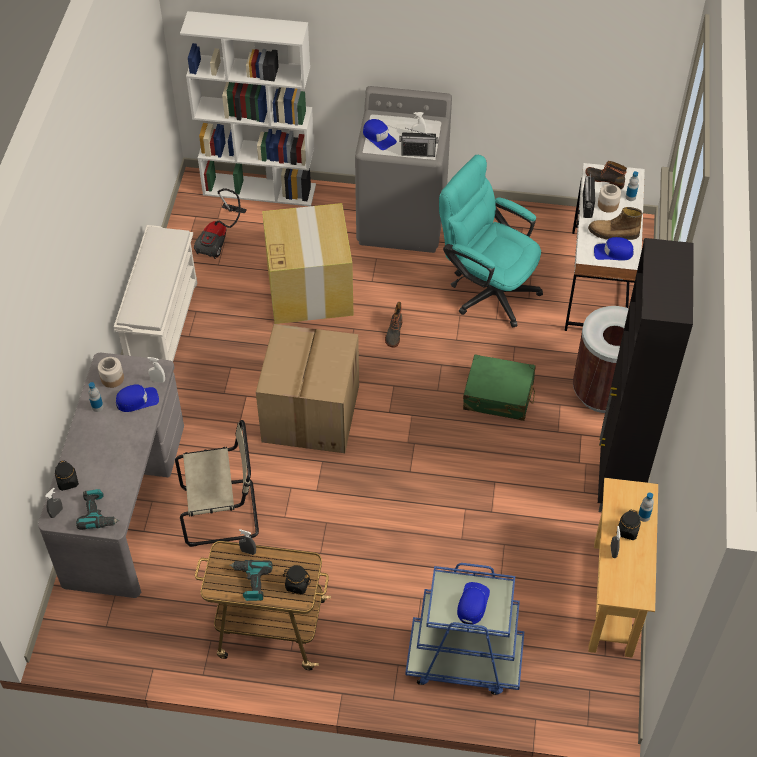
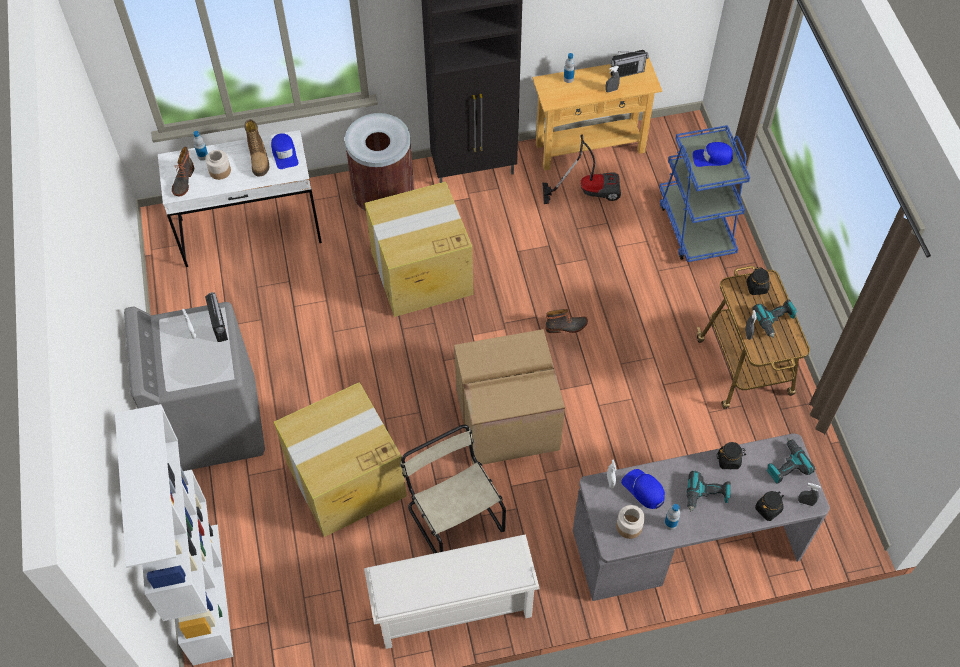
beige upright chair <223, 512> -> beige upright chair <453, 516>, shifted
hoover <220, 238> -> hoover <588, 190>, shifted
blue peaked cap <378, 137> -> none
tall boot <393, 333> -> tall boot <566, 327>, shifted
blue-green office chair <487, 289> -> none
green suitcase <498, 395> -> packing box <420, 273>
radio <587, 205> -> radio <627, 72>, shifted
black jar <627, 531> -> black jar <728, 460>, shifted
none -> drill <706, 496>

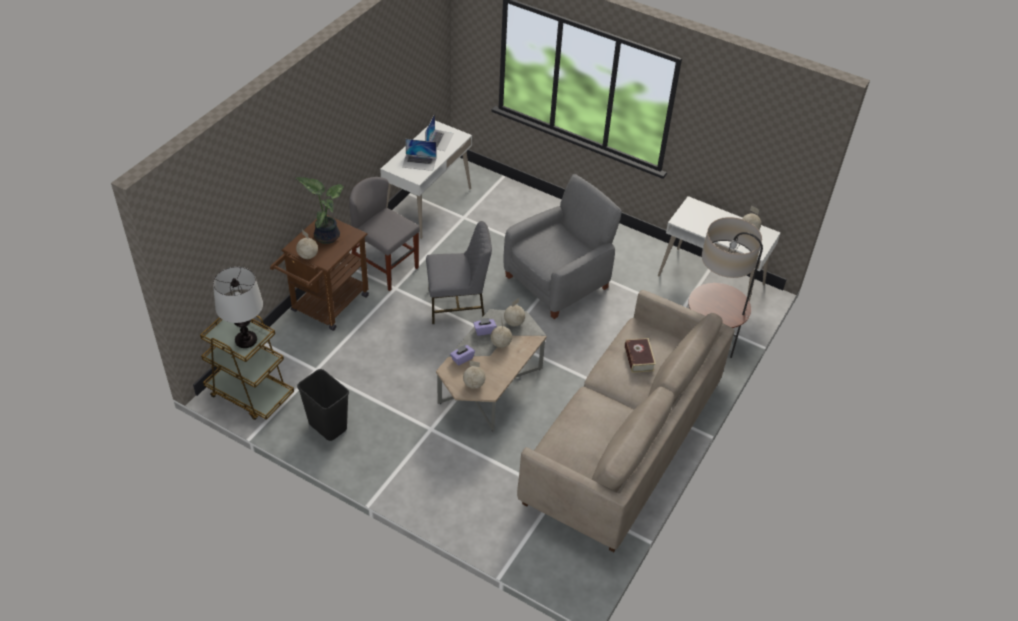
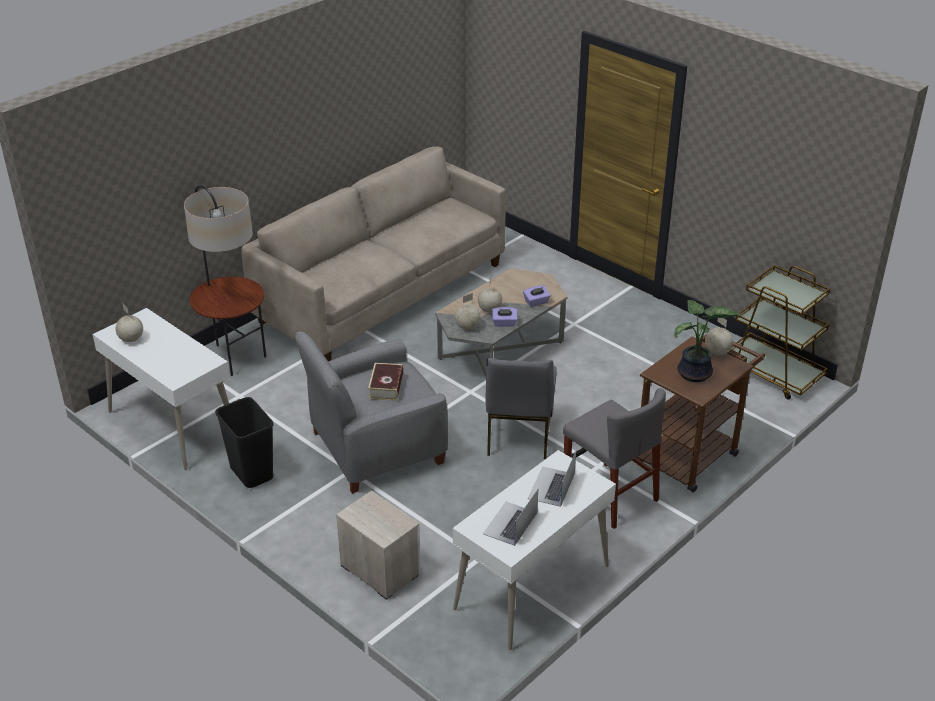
tabletop lamp <246, 339> -> none
black waste bin <327, 426> -> black waste bin <252, 473>, shifted
laptop <419, 162> -> laptop <551, 486>, 90 degrees counterclockwise
grey upright chair <457, 305> -> grey upright chair <518, 435>, 90 degrees counterclockwise
globe <473, 384> -> none
volume <639, 358> -> volume <386, 386>, shifted
none -> night table <379, 569>

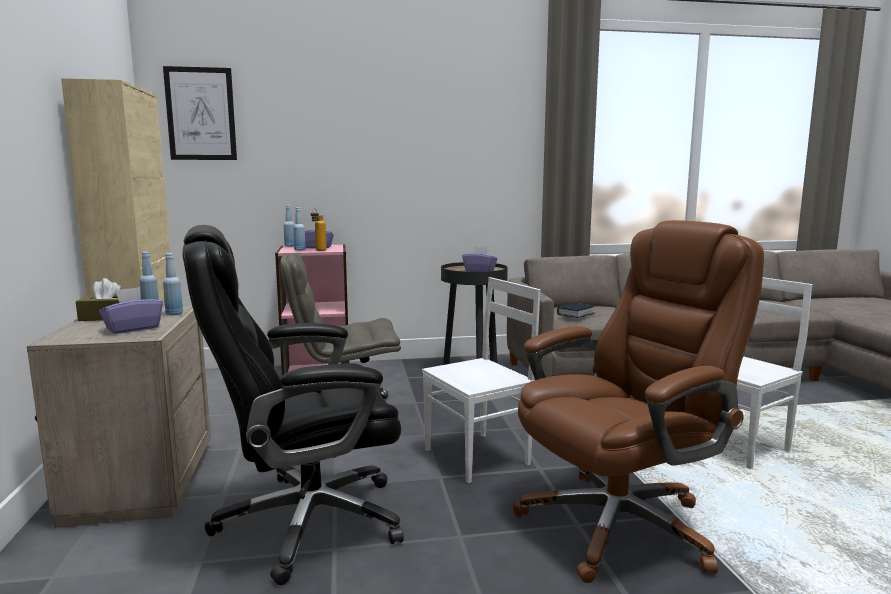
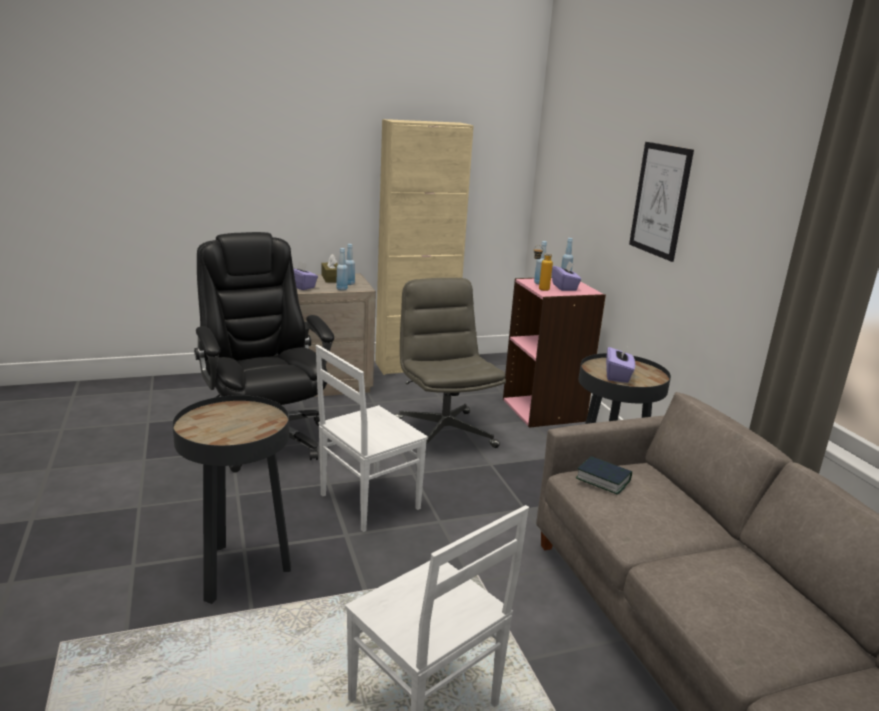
wall picture <201, 114> -> wall picture <660, 200>, shifted
white-coloured upright chair <479, 457> -> white-coloured upright chair <367, 501>, 90 degrees clockwise
brown office chair <621, 524> -> black side table <239, 573>

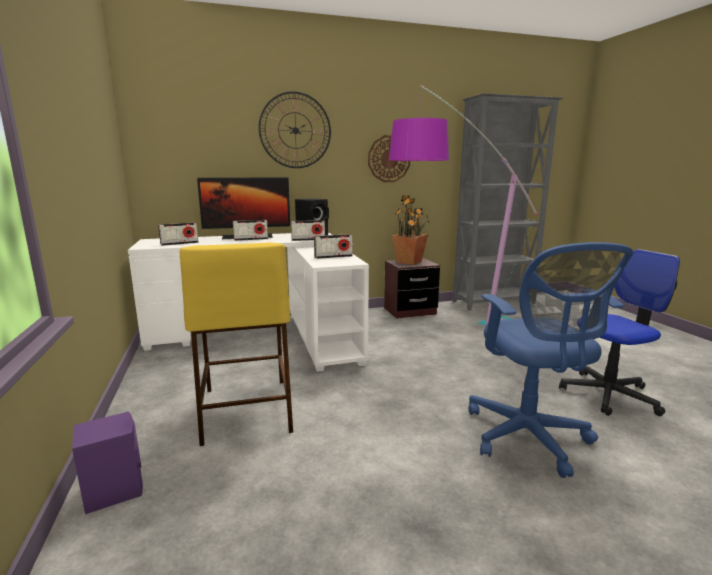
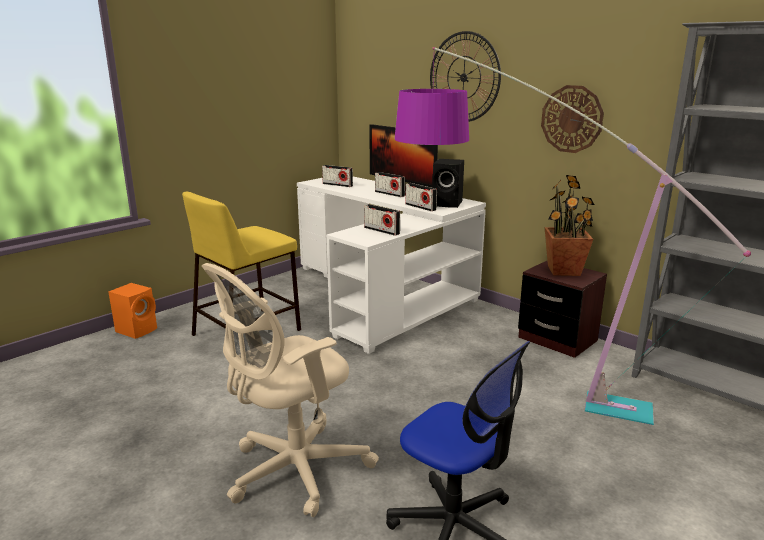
purple-coloured loudspeaker <114, 489> -> orangey loudspeaker <138, 330>
blue office chair <529, 438> -> beige office chair <292, 472>

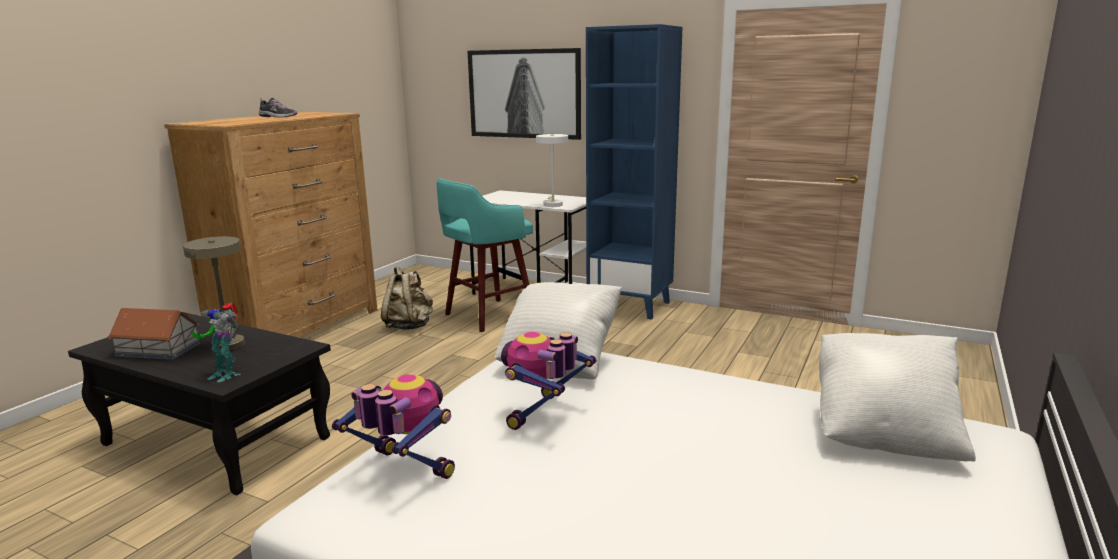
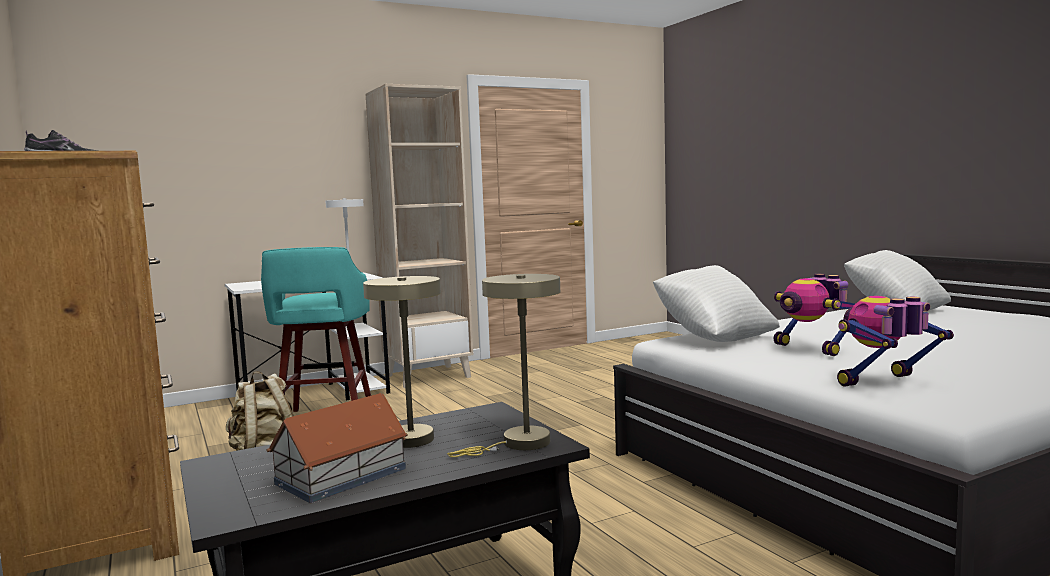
toy robot <225, 374> -> beige tabletop lamp <519, 444>
wall picture <524, 94> -> none
blue shelving unit <631, 306> -> beige shelving unit <428, 376>

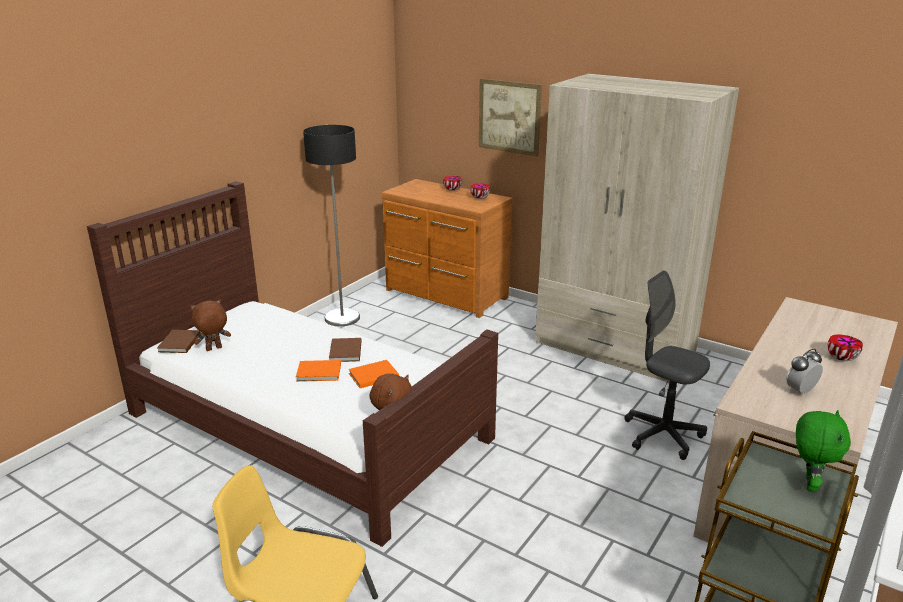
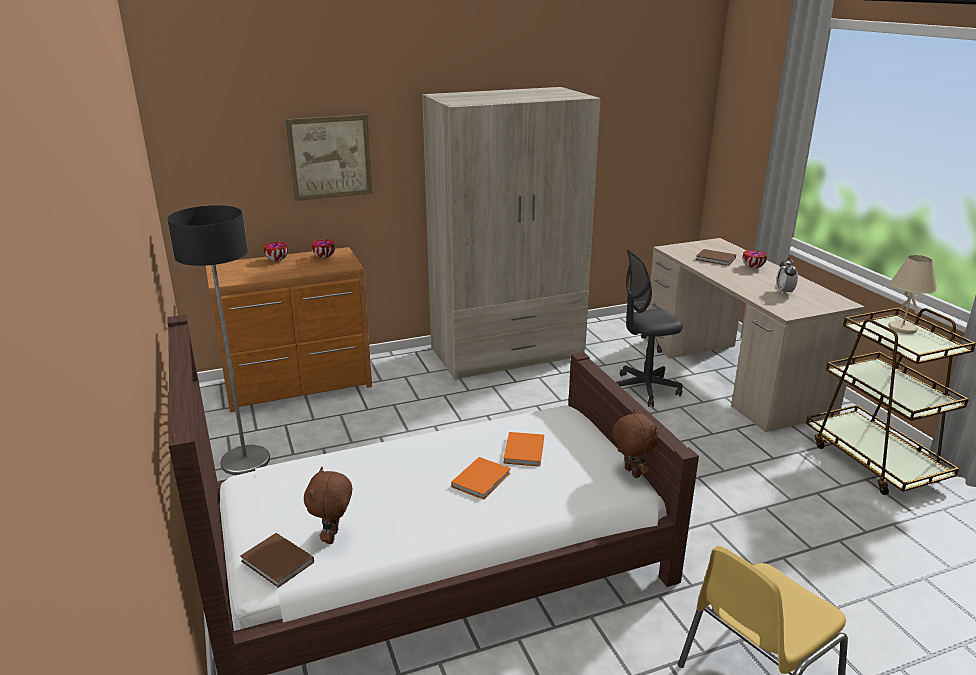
brown volume <345, 352> -> brown volume <716, 259>, shifted
green plush toy <808, 483> -> beige tabletop lamp <901, 329>

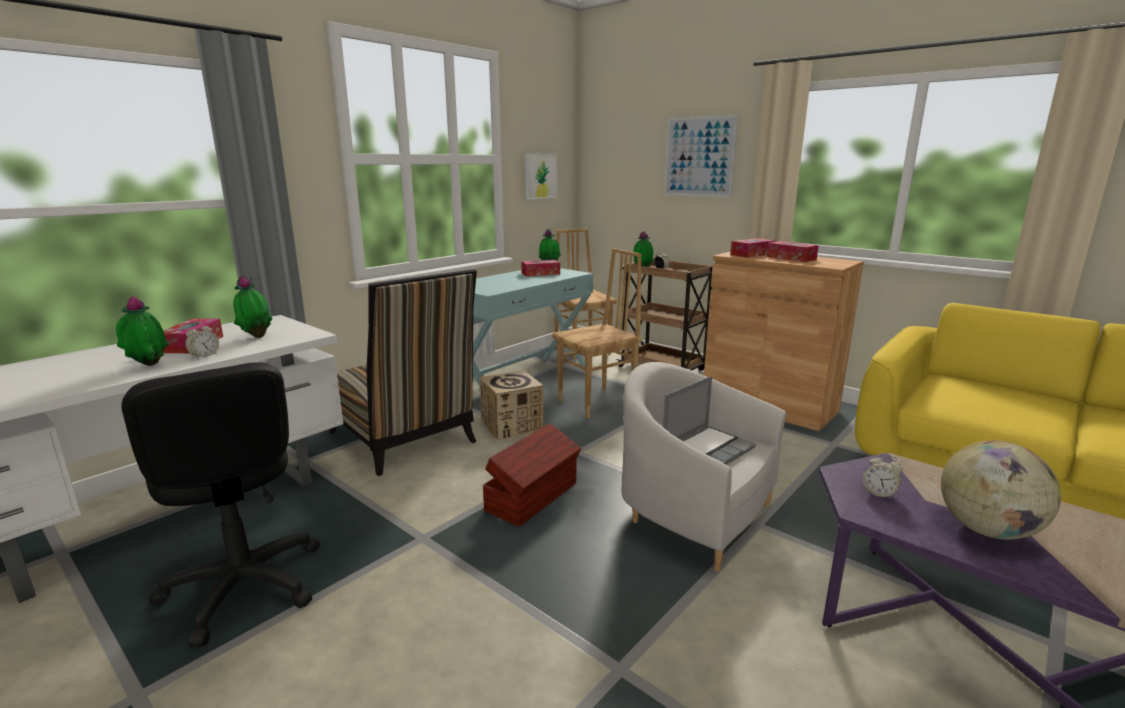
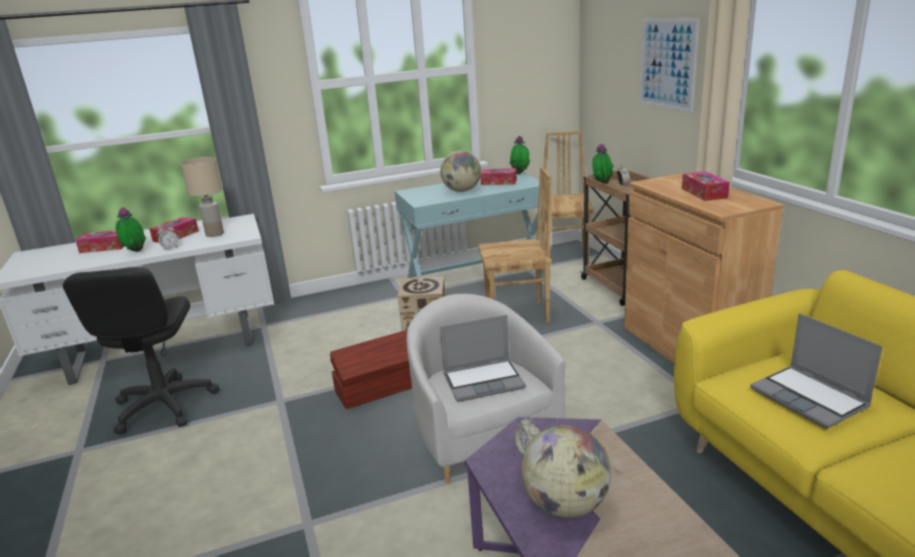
plant in a pot <256, 337> -> beige tabletop lamp <215, 234>
upright chair <406, 440> -> none
wall picture <540, 176> -> none
tissue box <751, 254> -> tissue box <104, 247>, shifted
none -> globe <461, 191>
none -> laptop <810, 398>

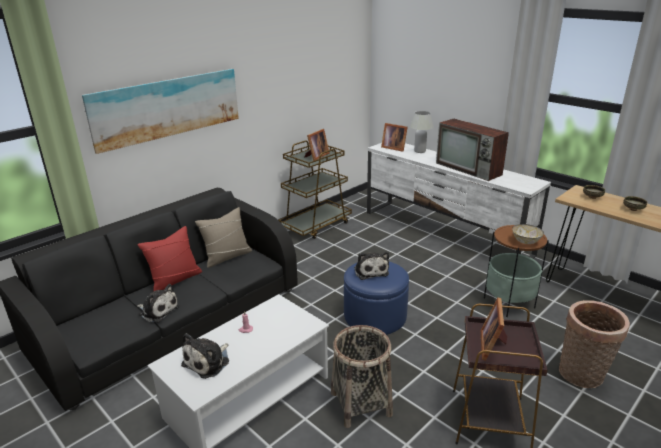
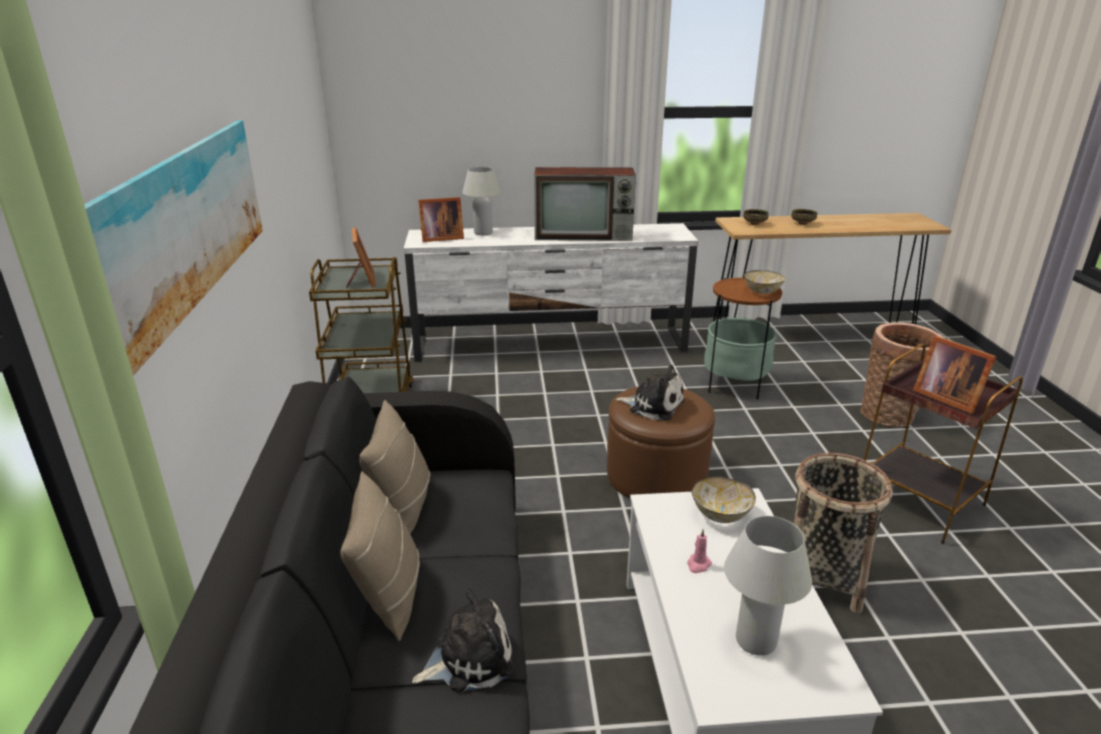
reddish pillow <175, 280> -> beige pillow <389, 595>
plush toy <208, 362> -> white-coloured tabletop lamp <755, 641>
blue footrest <375, 316> -> brown footrest <656, 475>
none -> deep dish <721, 515>

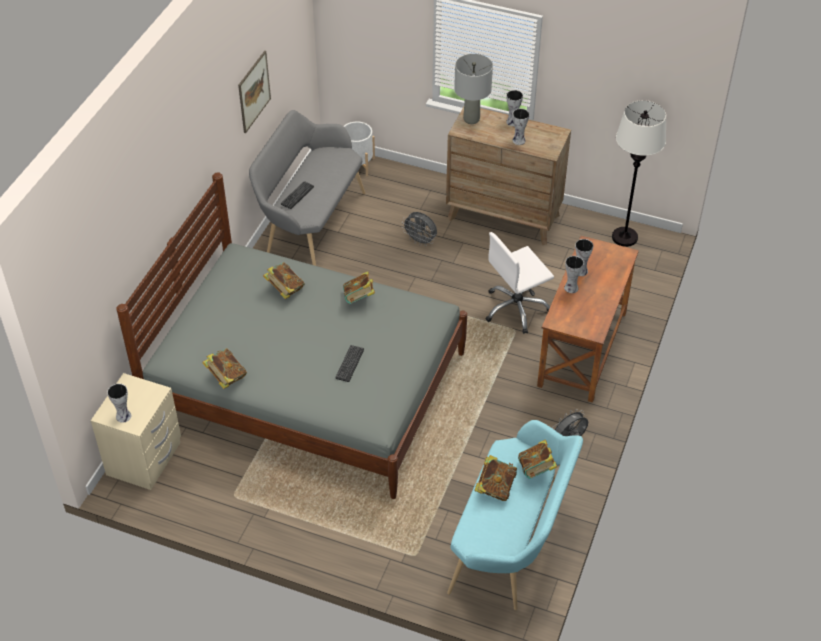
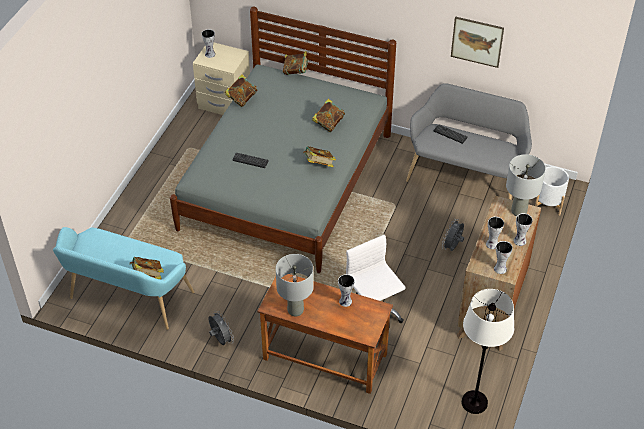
volume <495, 487> -> volume <296, 71>, shifted
decorative vase <570, 288> -> decorative vase <499, 268>, shifted
none -> grey tabletop lamp <295, 310>

